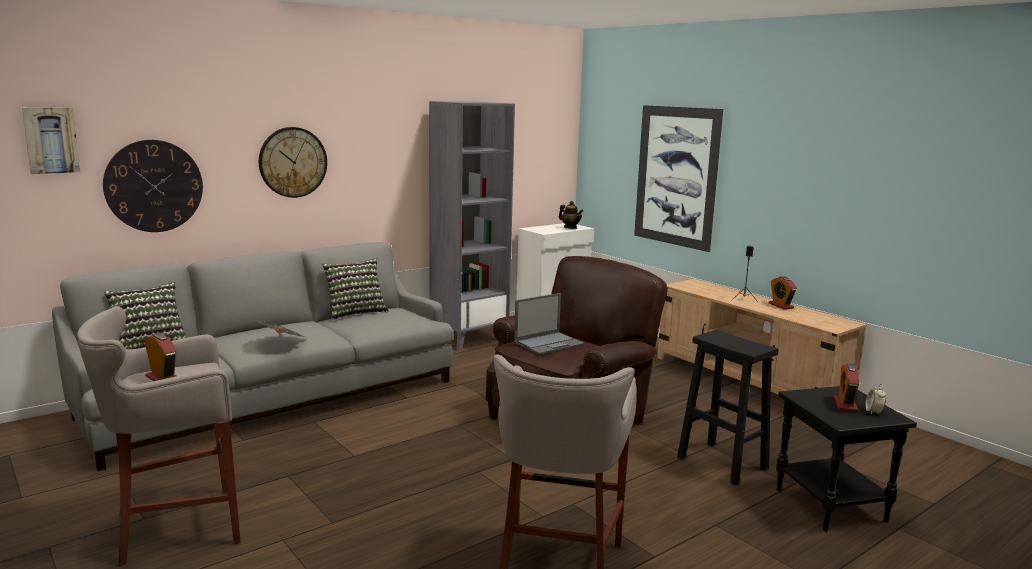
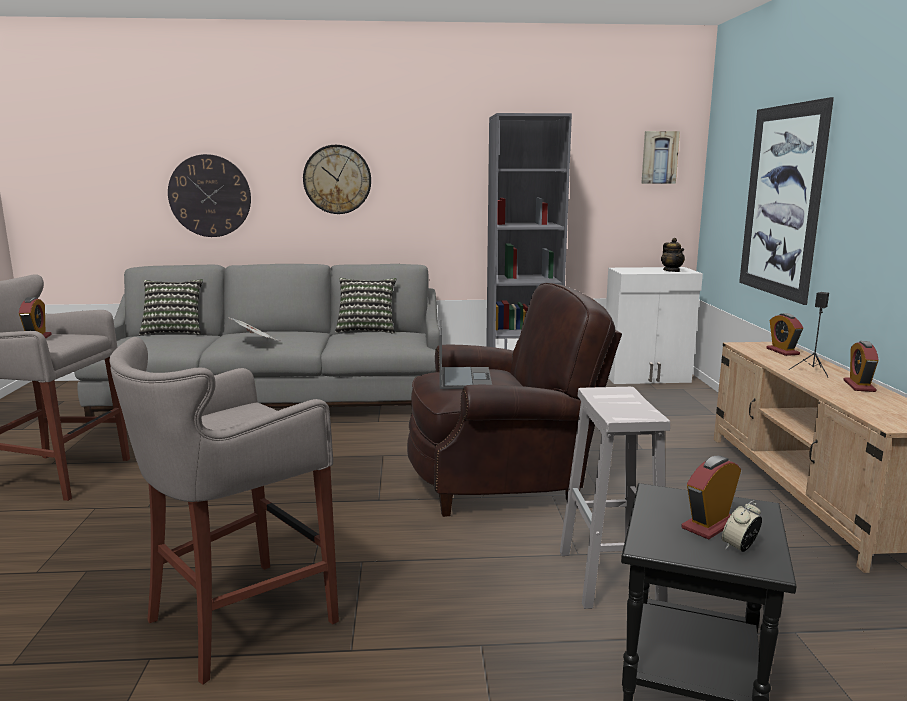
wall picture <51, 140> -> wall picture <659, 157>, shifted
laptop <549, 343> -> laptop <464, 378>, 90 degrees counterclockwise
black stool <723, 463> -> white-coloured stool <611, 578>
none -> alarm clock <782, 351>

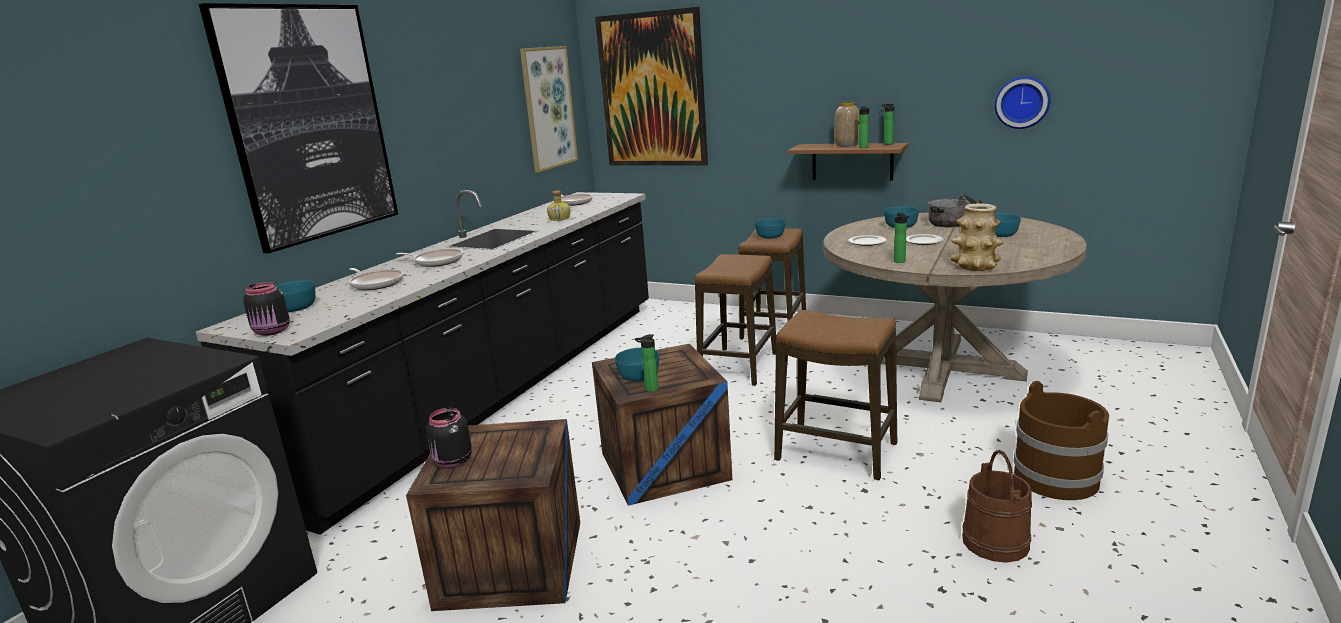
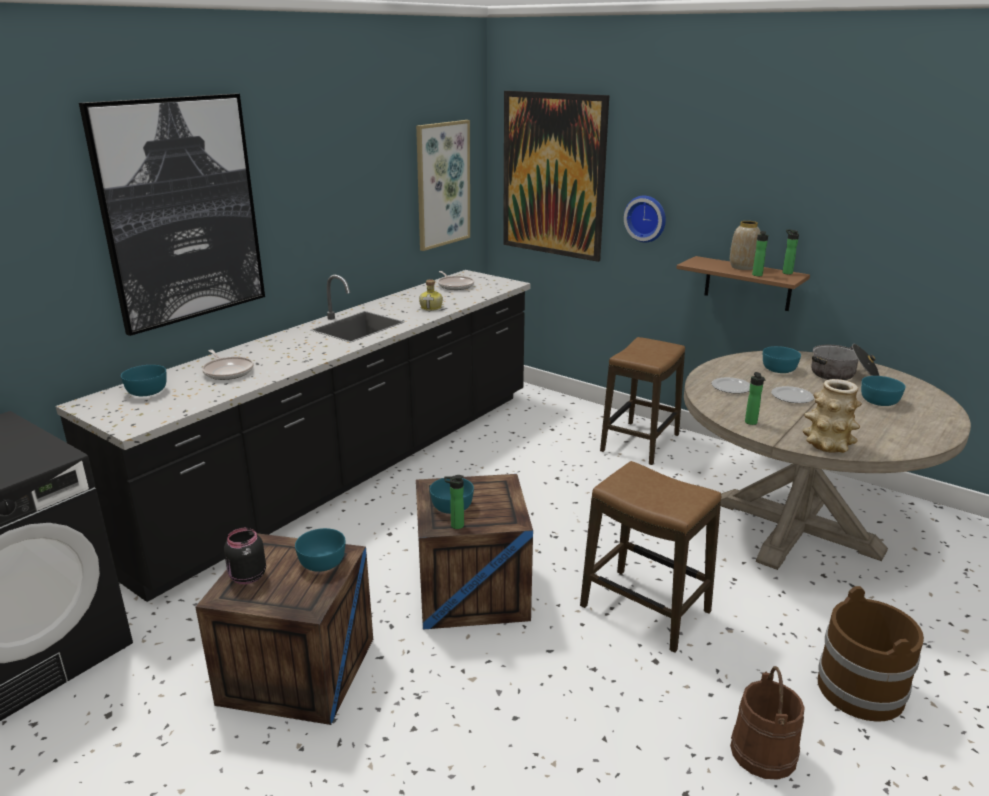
black jar <272, 332> -> none
pan <436, 262> -> none
stool <738, 366> -> none
blue-green deep dish <770, 236> -> blue-green deep dish <321, 562>, shifted
wall clock <1022, 102> -> wall clock <646, 218>, shifted

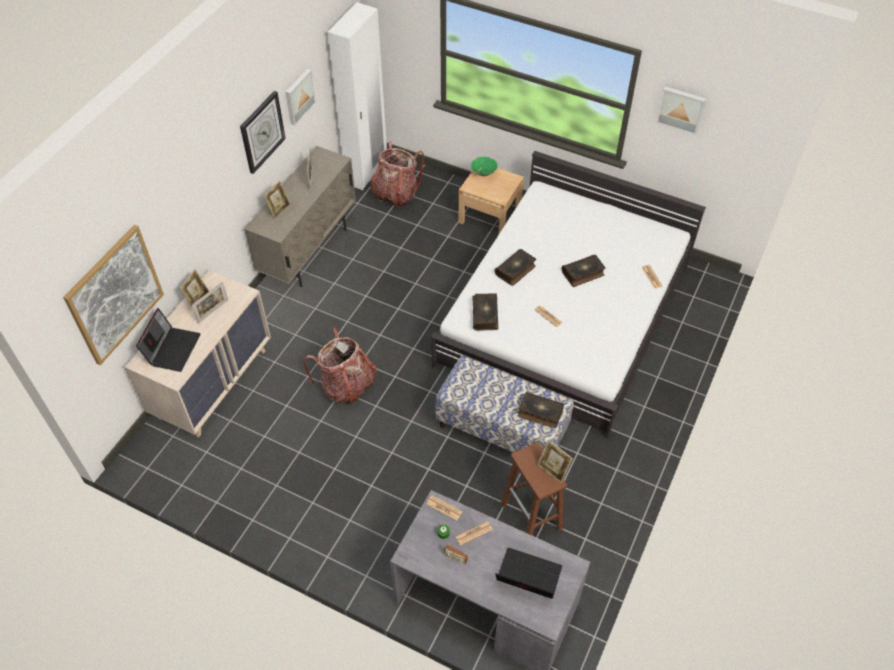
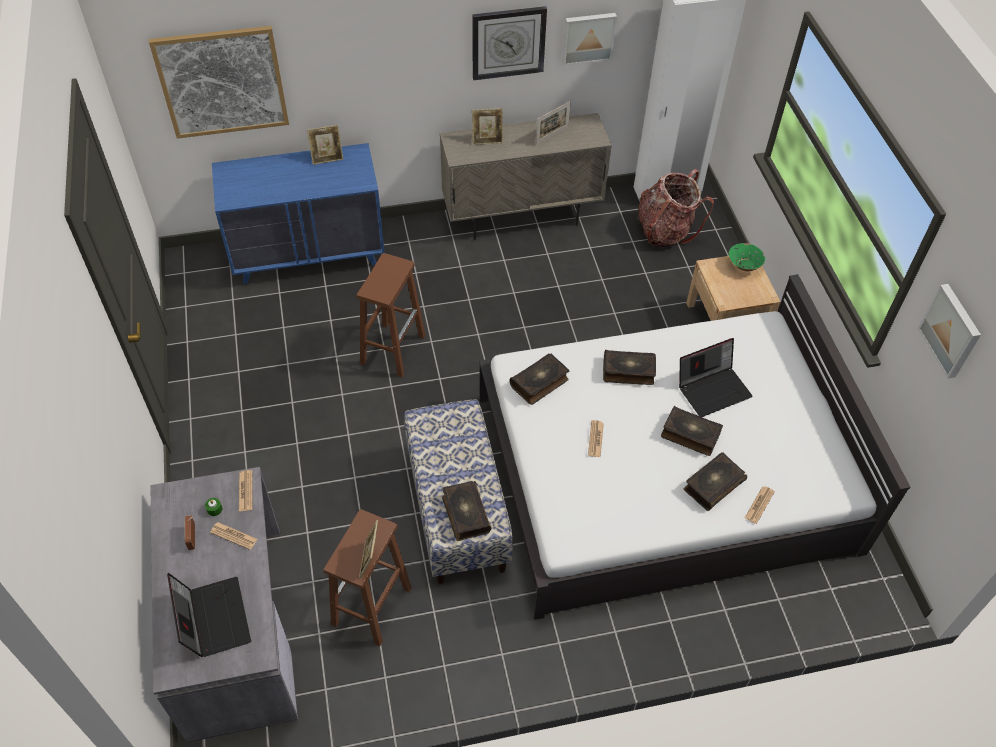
beige chest of drawers <213, 383> -> blue chest of drawers <309, 254>
laptop <172, 348> -> laptop <713, 389>, shifted
standing frame <213, 311> -> none
rucksack <346, 386> -> brown stool <393, 348>
none -> volume <713, 485>

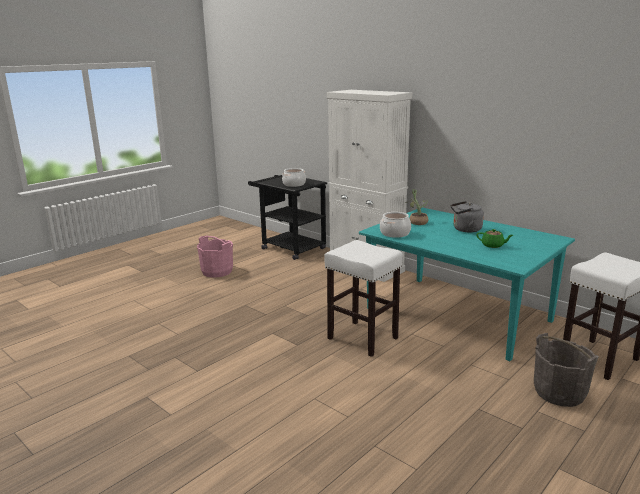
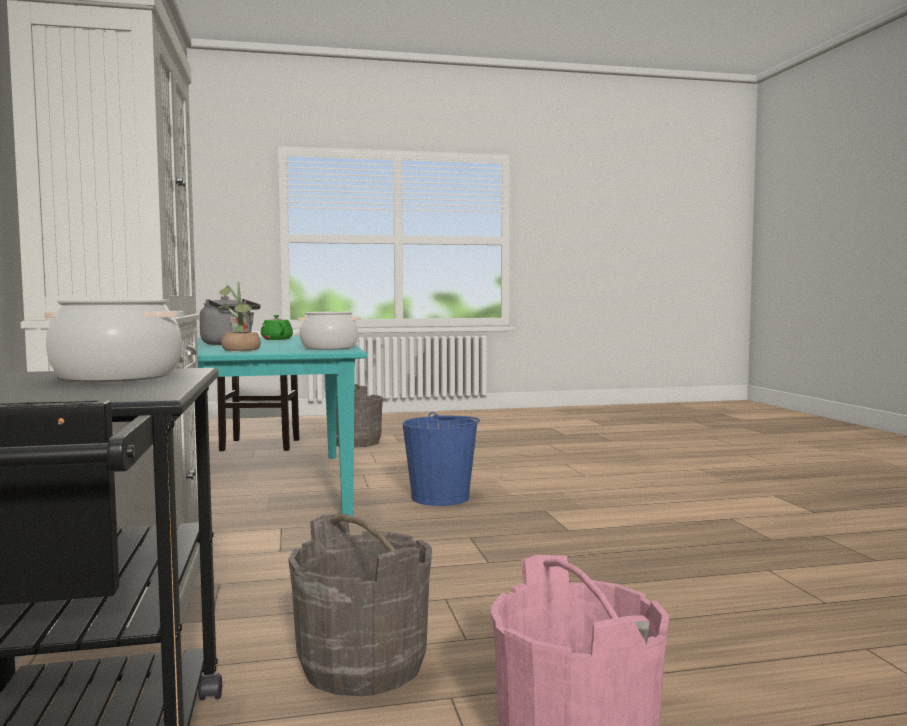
white-coloured stool <361, 338> -> blue bucket <441, 497>
none -> grey bucket <362, 665>

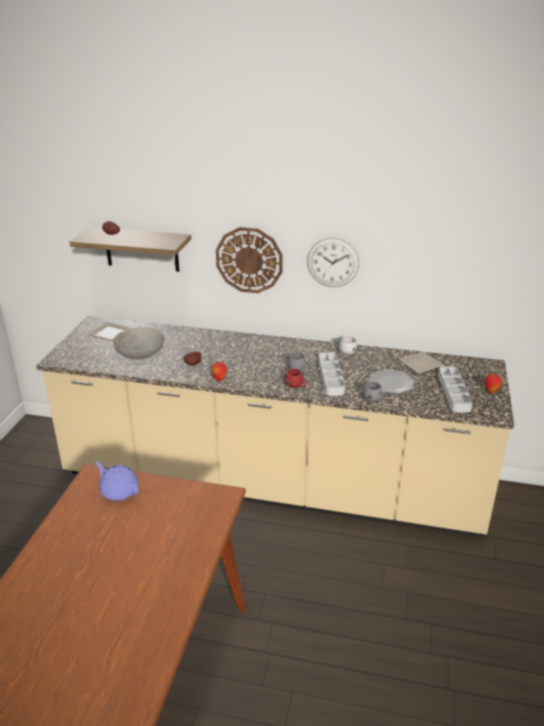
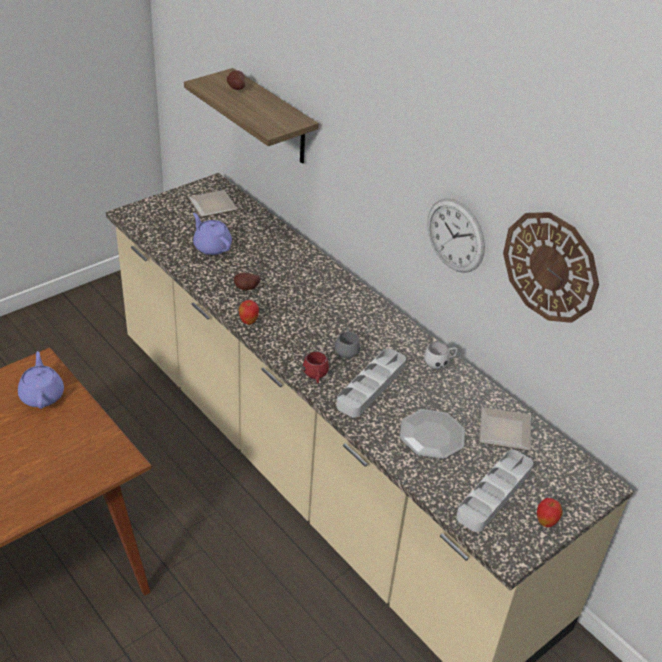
grey deep dish <140, 353> -> purple-coloured pot for tea <212, 246>
wall clock <249, 260> -> wall clock <550, 267>, shifted
grey mug <374, 400> -> none

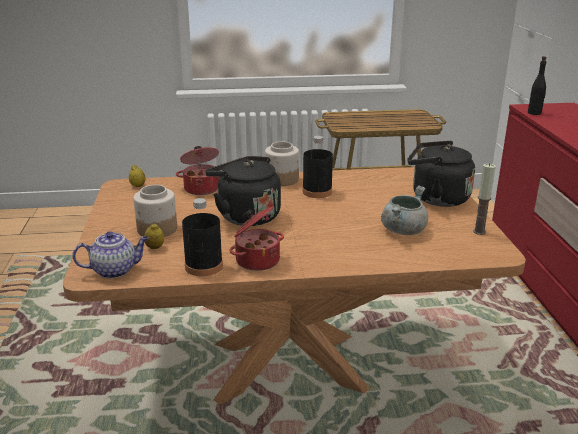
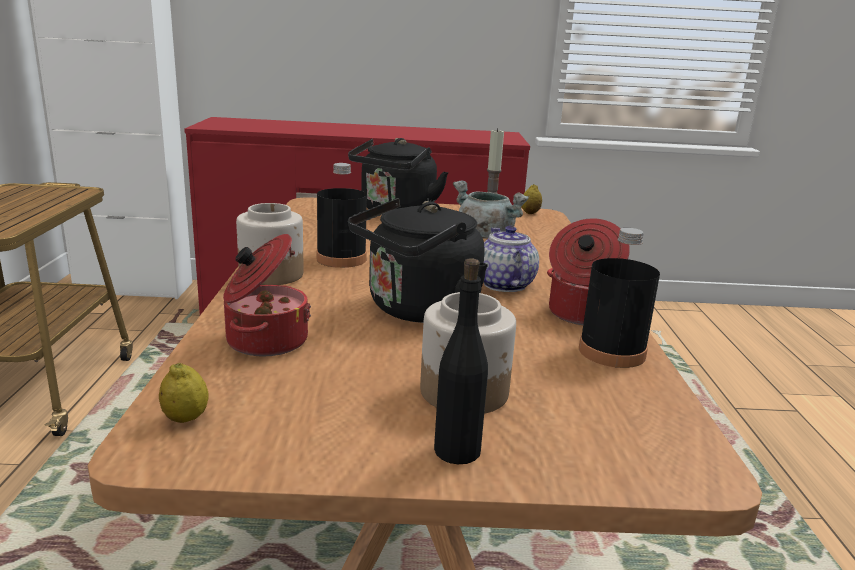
pot for tea <115, 270> -> pot for tea <503, 284>, shifted
citrus fruit <155, 247> -> citrus fruit <530, 213>, shifted
black drink bottle <534, 113> -> black drink bottle <457, 450>, shifted

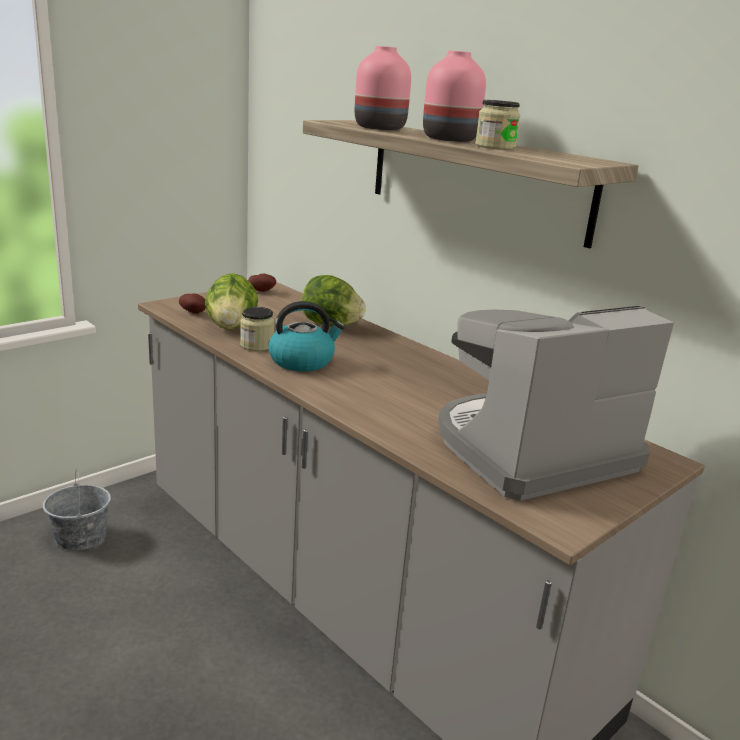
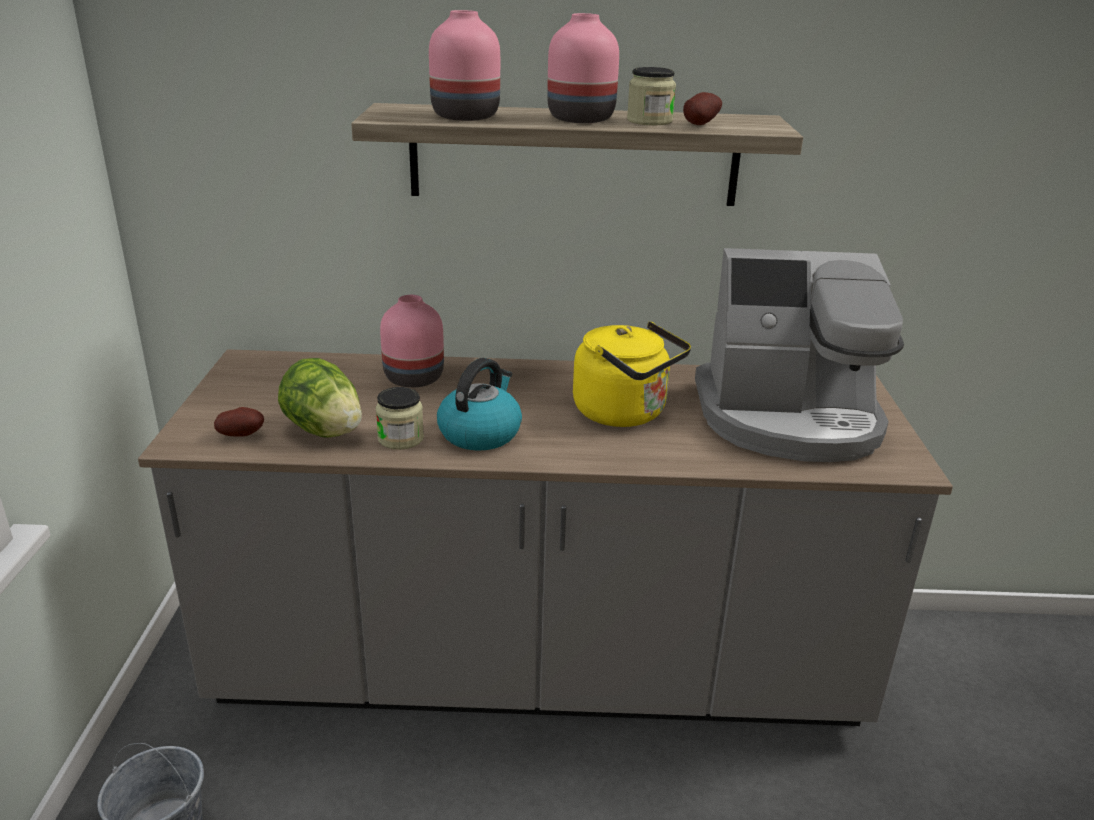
potato <262, 291> -> potato <698, 125>, shifted
lettuce head <330, 325> -> pinkish decorative vase <412, 378>
coffee maker <531, 451> -> coffee maker <789, 419>, 105 degrees counterclockwise
none -> yellowish kettle <625, 413>

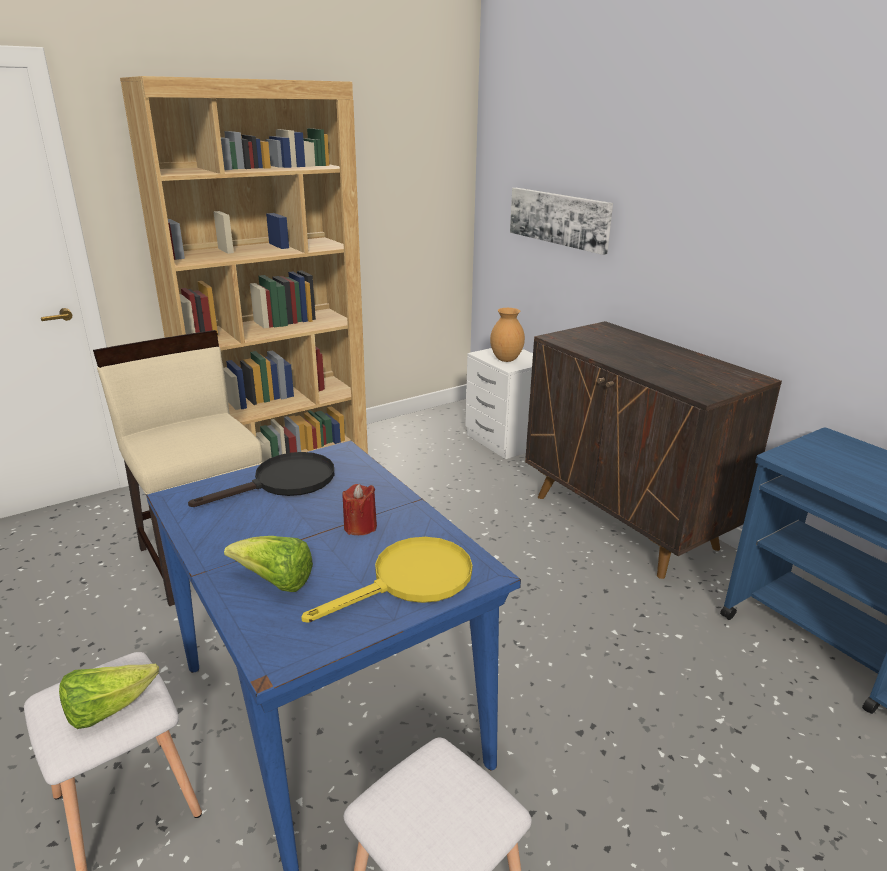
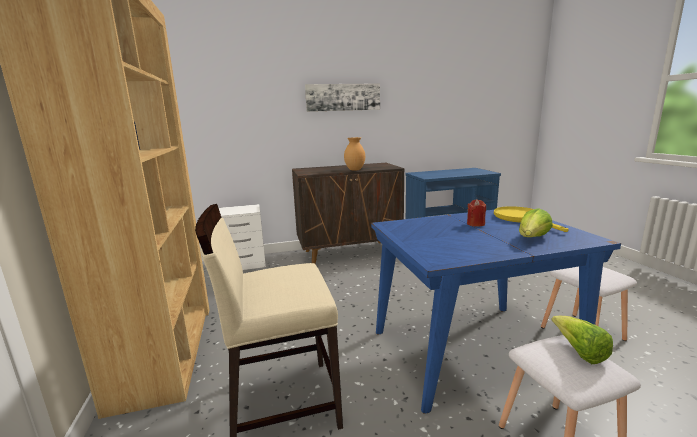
black pan <284, 483> -> none
brown decorative vase <505, 359> -> brown decorative vase <354, 170>, shifted
wall picture <559, 218> -> wall picture <343, 97>, shifted

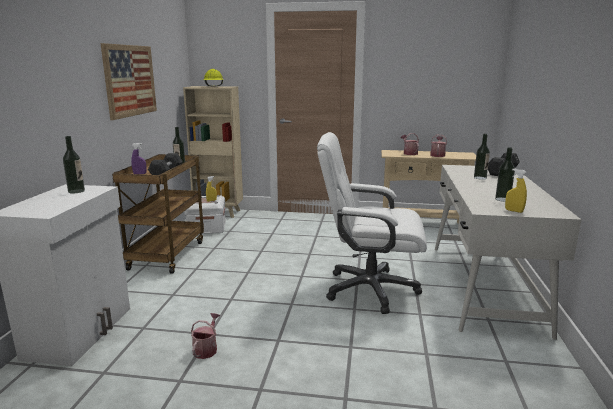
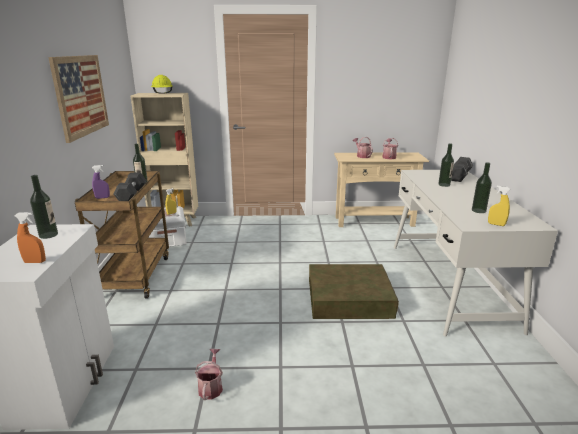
white-coloured office chair <369, 289> -> brown storage container <349, 298>
none -> orangey hand sprayer <35, 262>

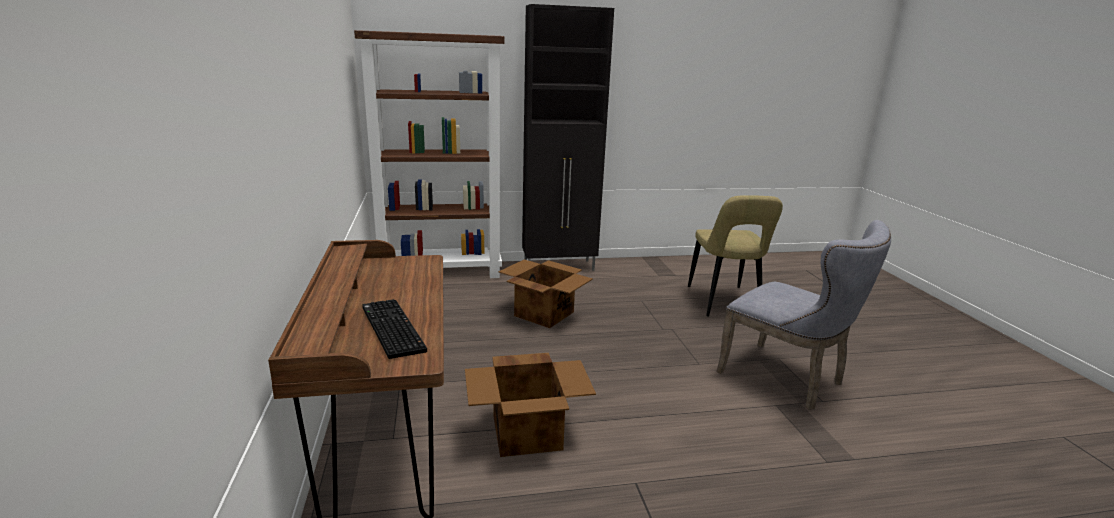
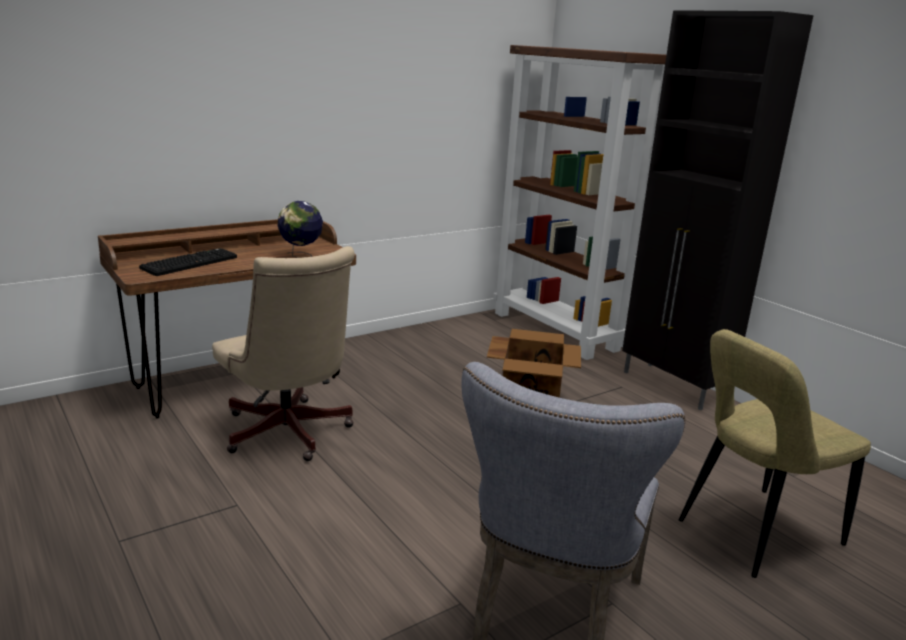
packing box <528, 433> -> beige office chair <288, 435>
none -> globe <301, 256>

